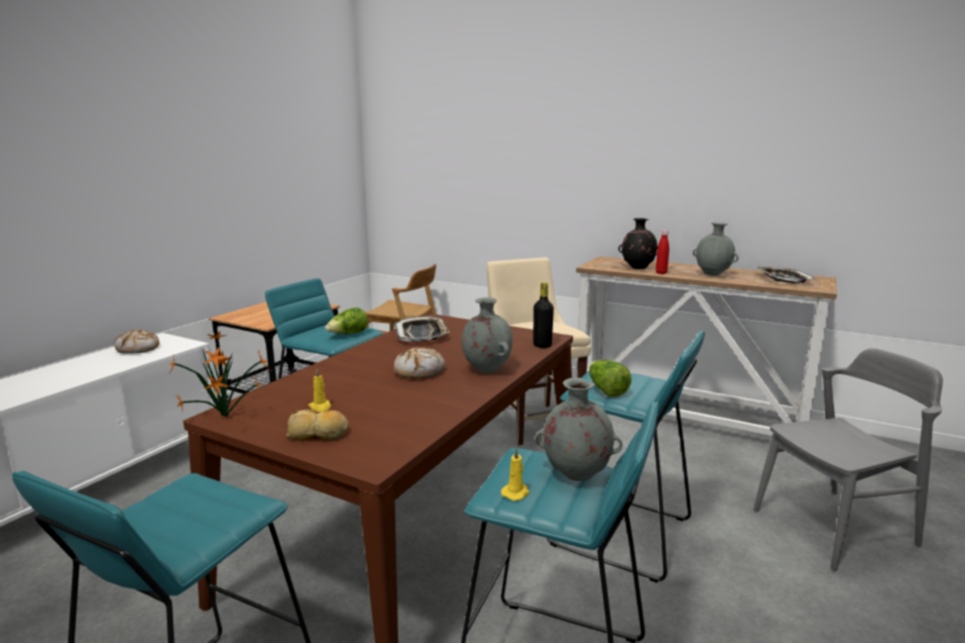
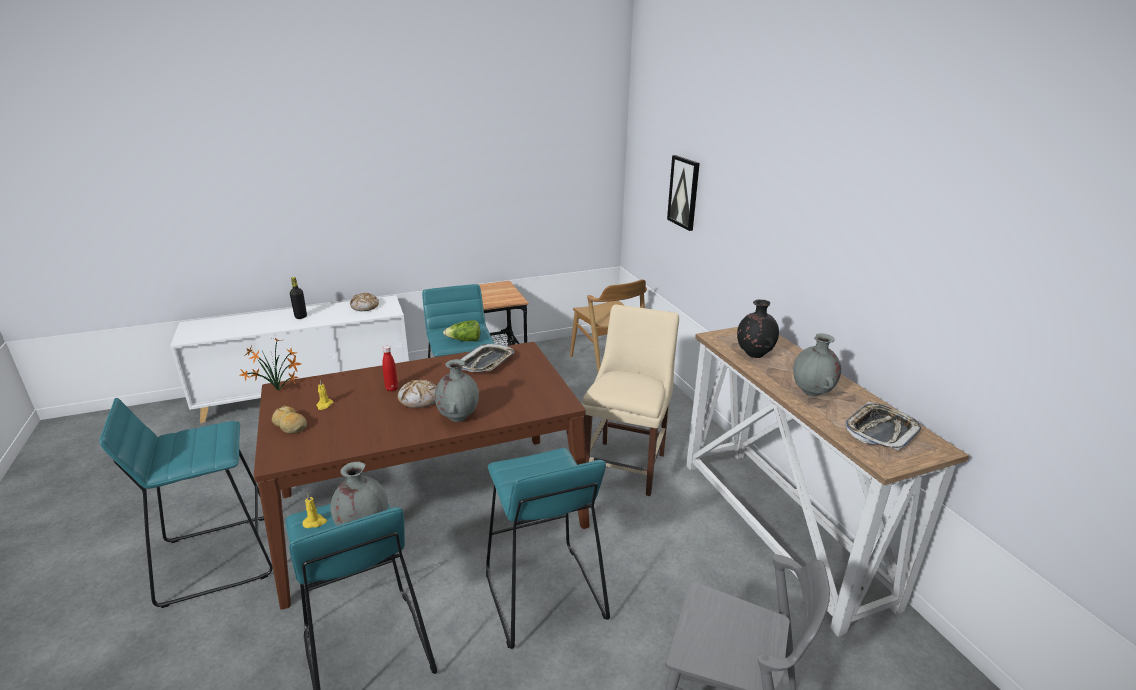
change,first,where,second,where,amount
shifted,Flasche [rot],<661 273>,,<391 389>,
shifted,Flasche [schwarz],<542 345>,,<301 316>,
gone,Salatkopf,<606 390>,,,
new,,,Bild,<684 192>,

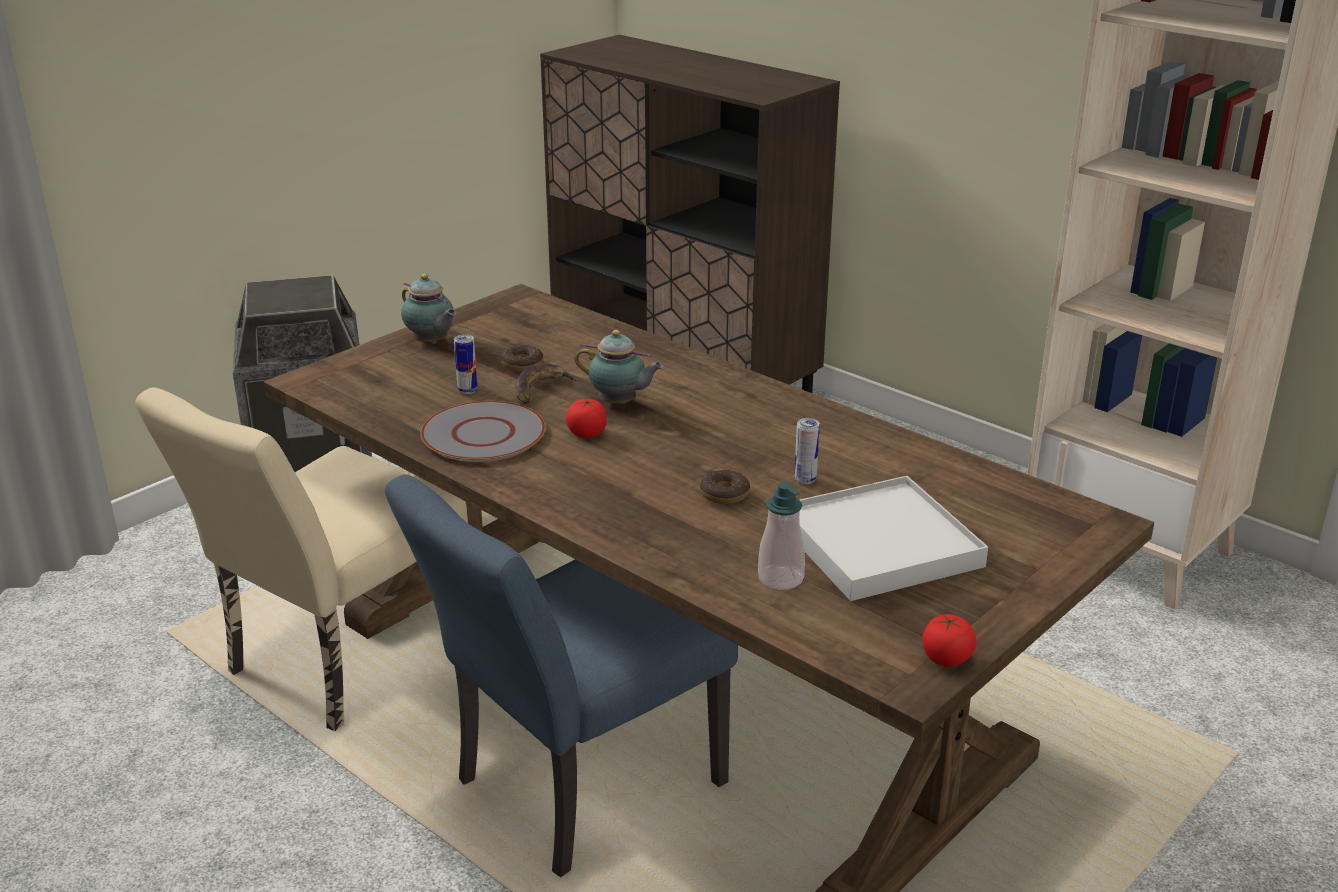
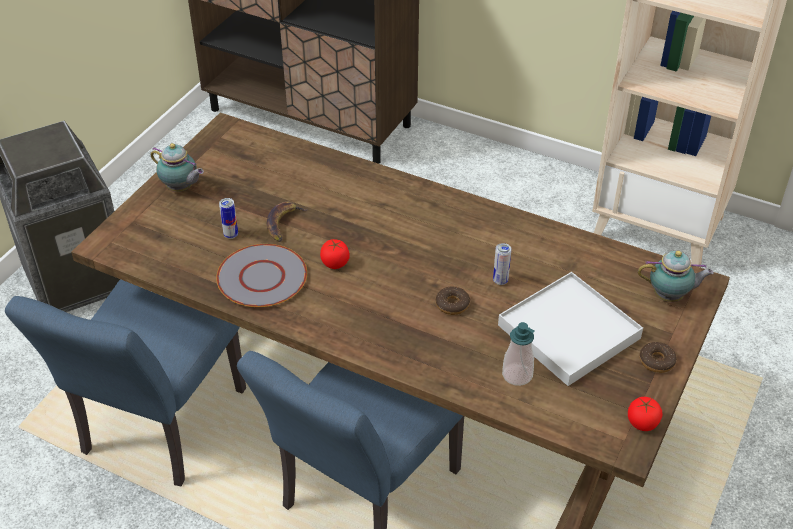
change,first,where,second,where,amount
shifted,Teekanne,<620 403>,,<670 297>,
shifted,Donut,<522 365>,,<656 361>,
repainted,Stuhl [beige],<335 665>,Stuhl [blau],<157 430>,

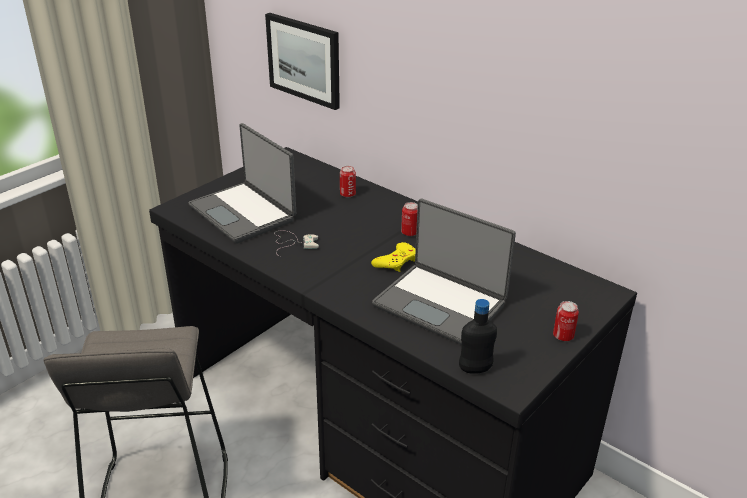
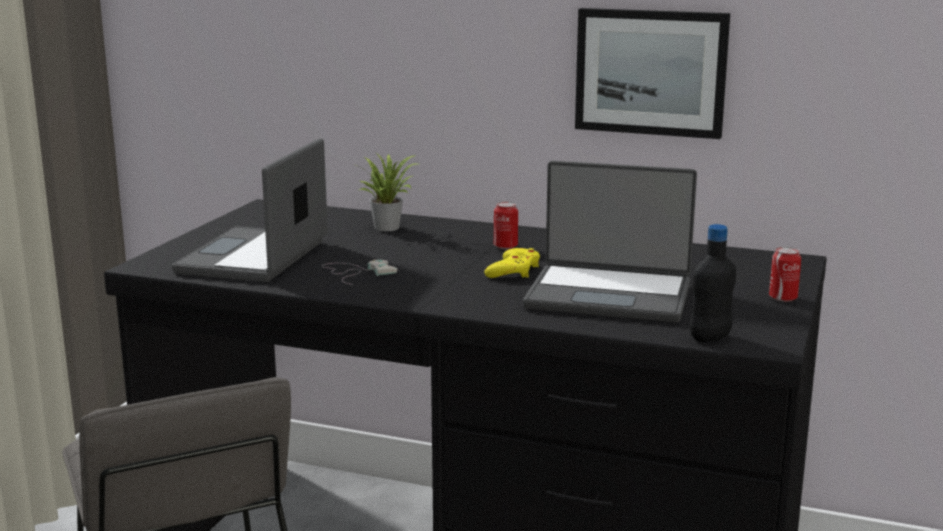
change,first,where,second,where,amount
shifted,Bild,<304 60>,,<651 72>,
rotated,Laptop,<244 213>,,<256 257>,75 degrees clockwise
swapped,Dose,<347 194>,Topfpflanze,<388 227>,

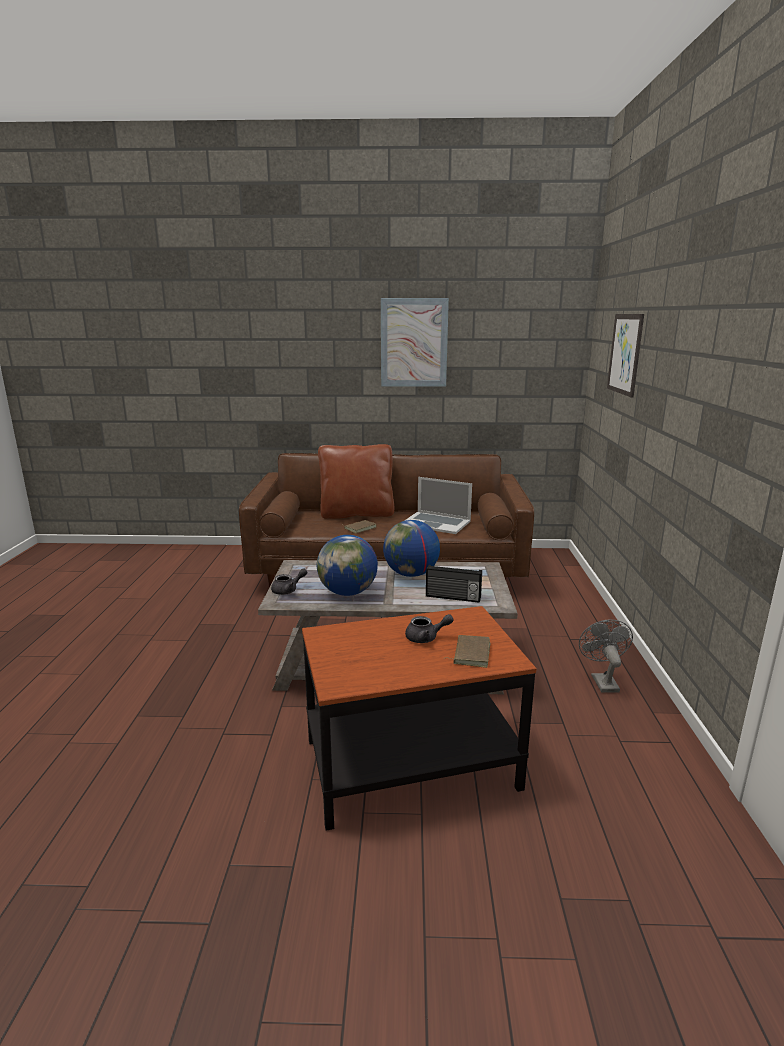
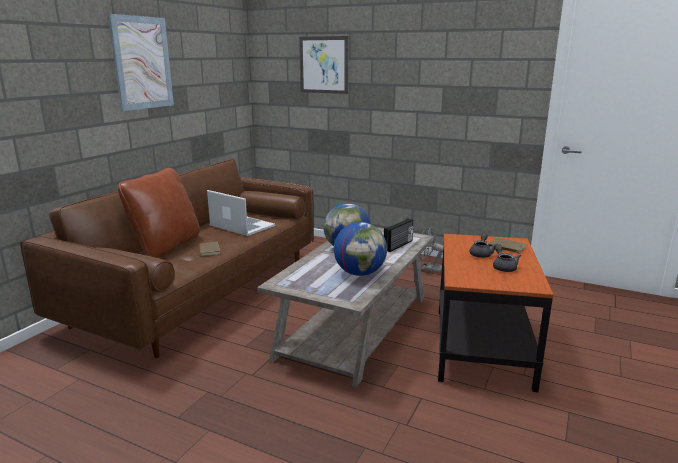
change,first,where,second,where,amount
rotated,Laptop,<436 523>,,<242 226>,105 degrees counterclockwise
shifted,Teekanne [grau],<288 590>,,<503 267>,

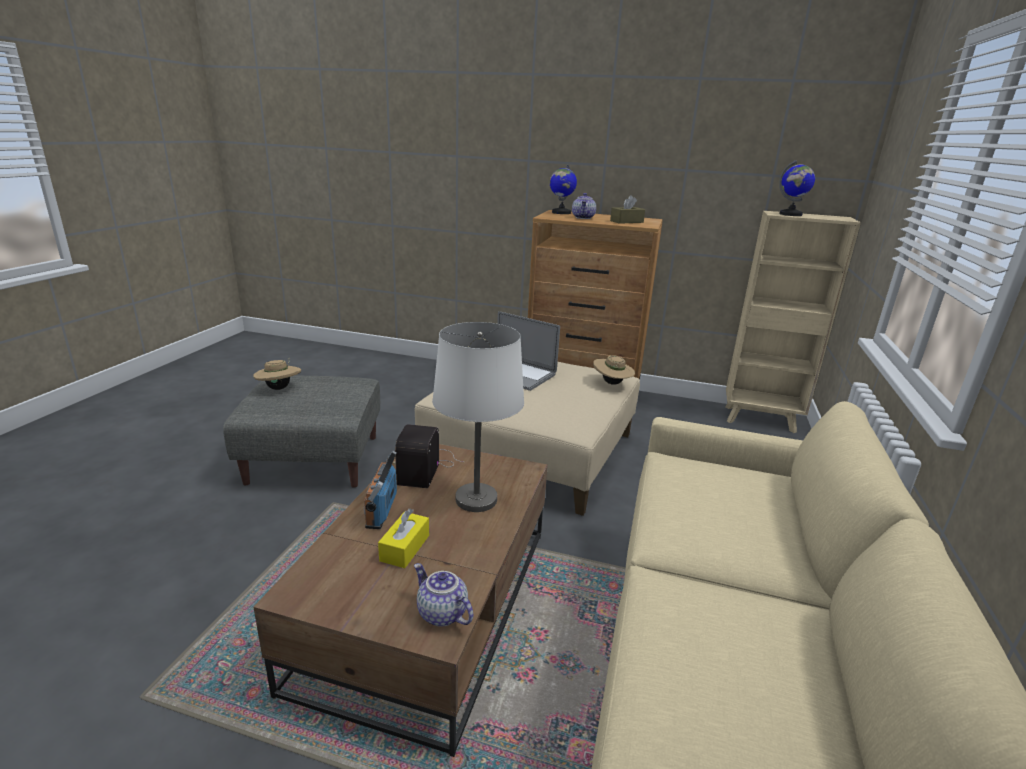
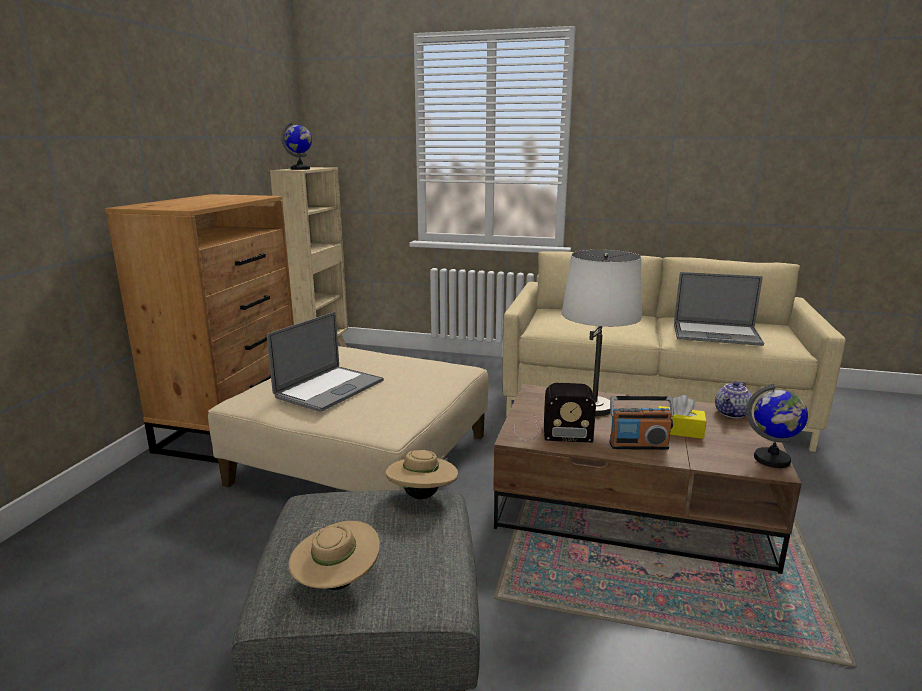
change,first,where,second,where,amount
shifted,Globus,<561 212>,,<772 460>,
gone,Teekanne,<583 218>,,,
gone,Taschentuchbox [braun],<626 222>,,,
shifted,Hut [beige],<612 383>,,<422 496>,
new,,,Laptop,<716 334>,

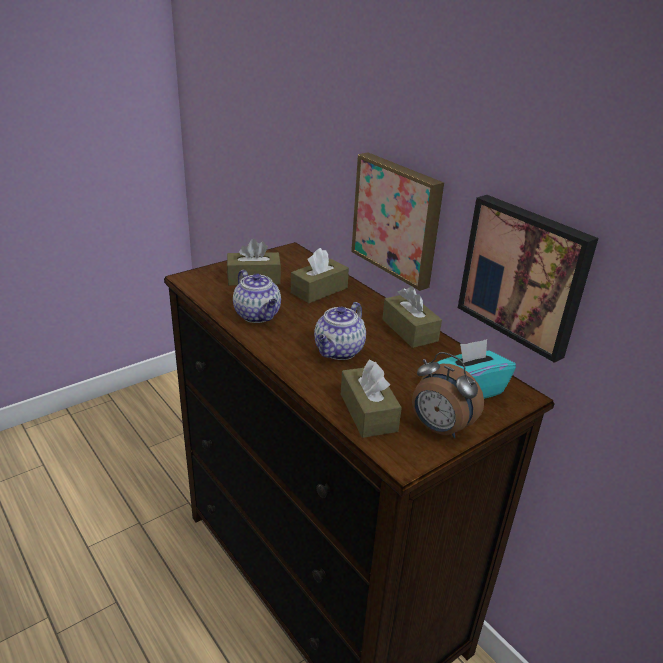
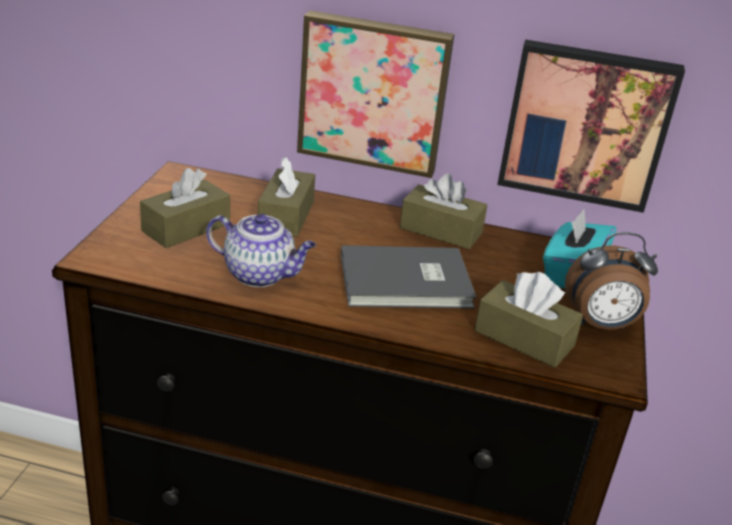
change,first,where,second,where,amount
swapped,Teekanne,<339 351>,Buch [grau],<407 283>,

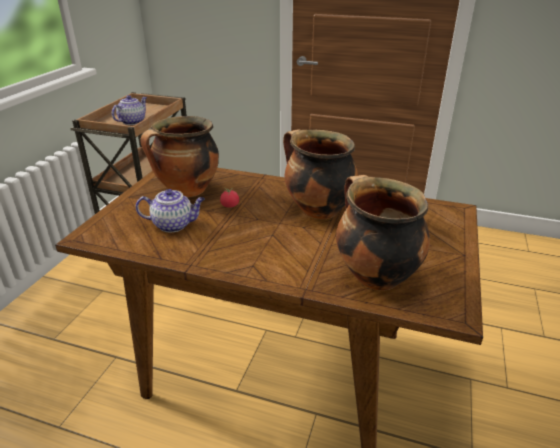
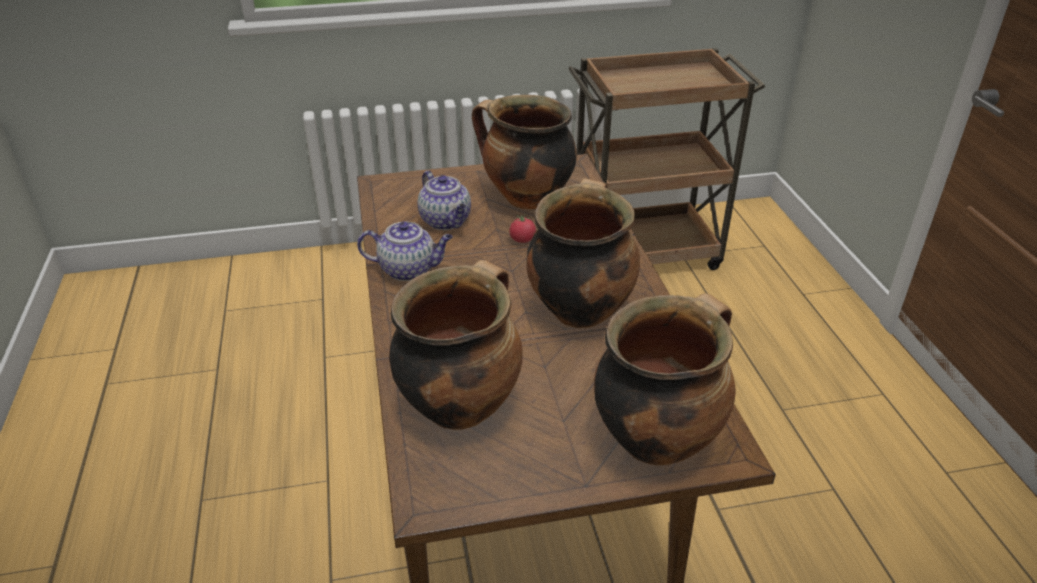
change,first,where,second,where,amount
shifted,Teekanne,<132 121>,,<409 269>,
new,,,Kochtopf,<657 438>,

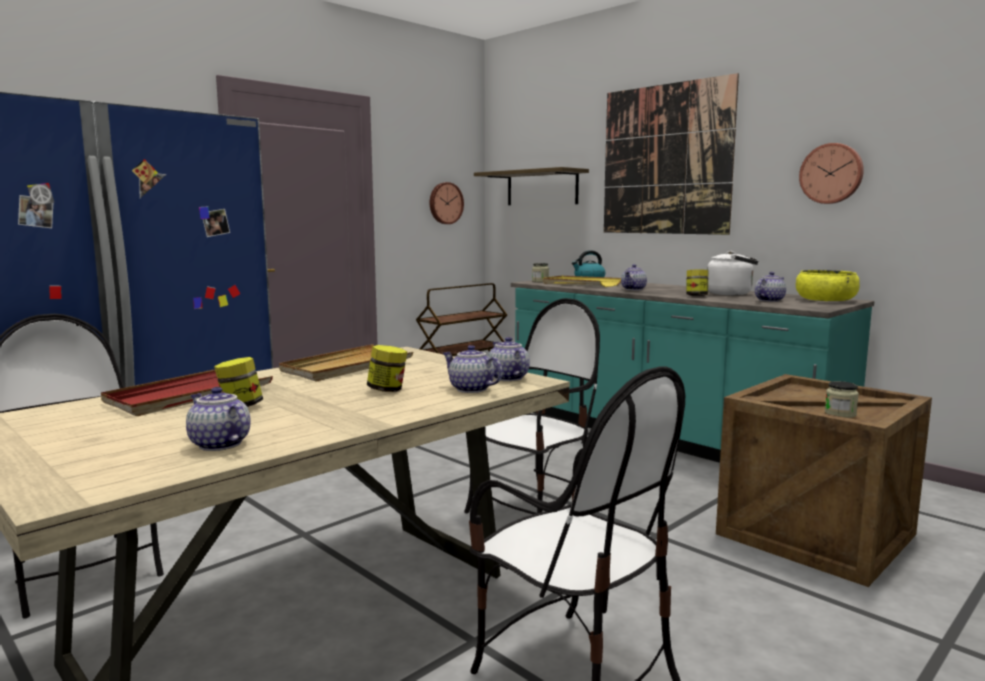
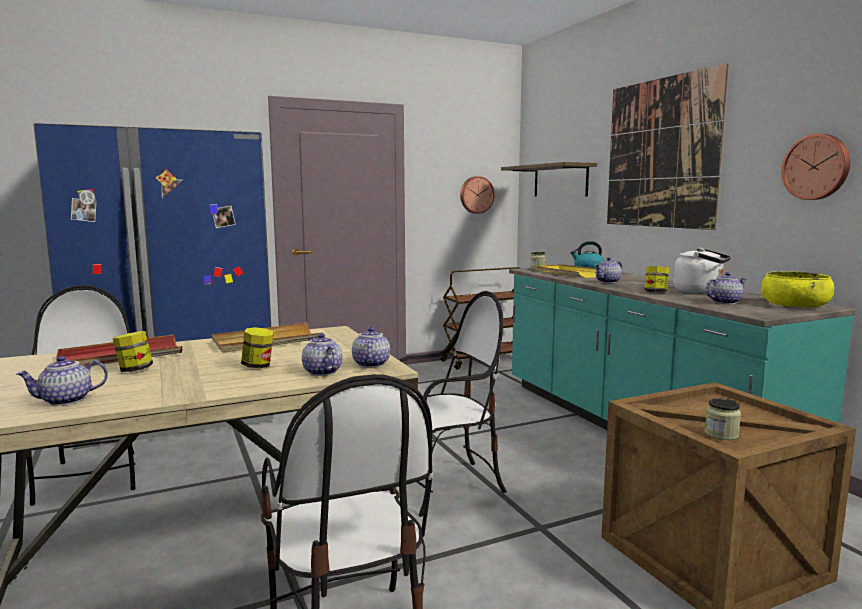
change,first,where,second,where,amount
rotated,Teekanne,<218 445>,,<65 401>,90 degrees counterclockwise

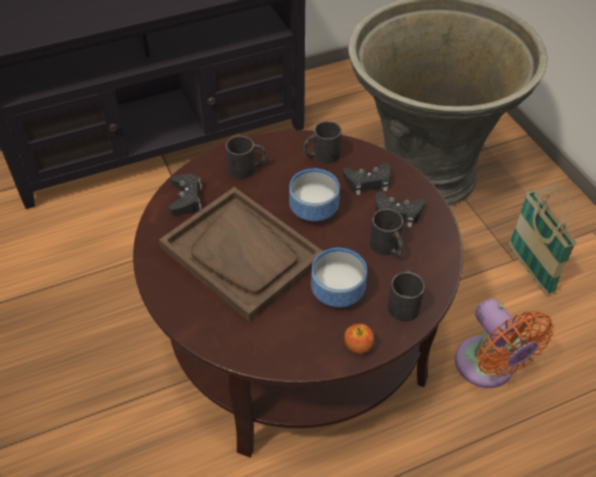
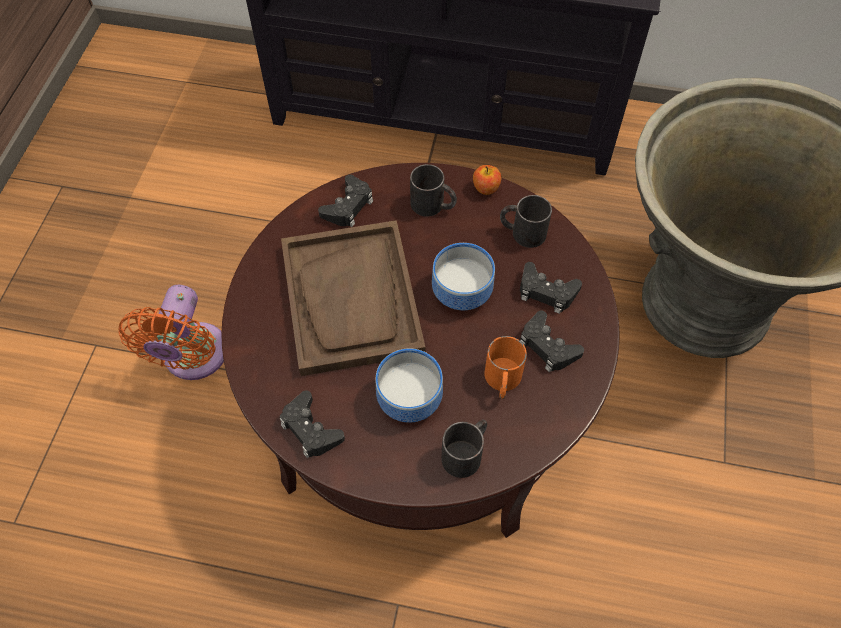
change,first,where,second,where,amount
gone,Korb,<530 269>,,,
repainted,Henkelbecher [schwarz],<388 248>,Henkelbecher [orange],<502 381>,
shifted,Ventilator [orange],<488 368>,,<193 358>,
shifted,Apfel,<358 346>,,<486 188>,
new,,,Gamepad [schwarz],<310 429>,

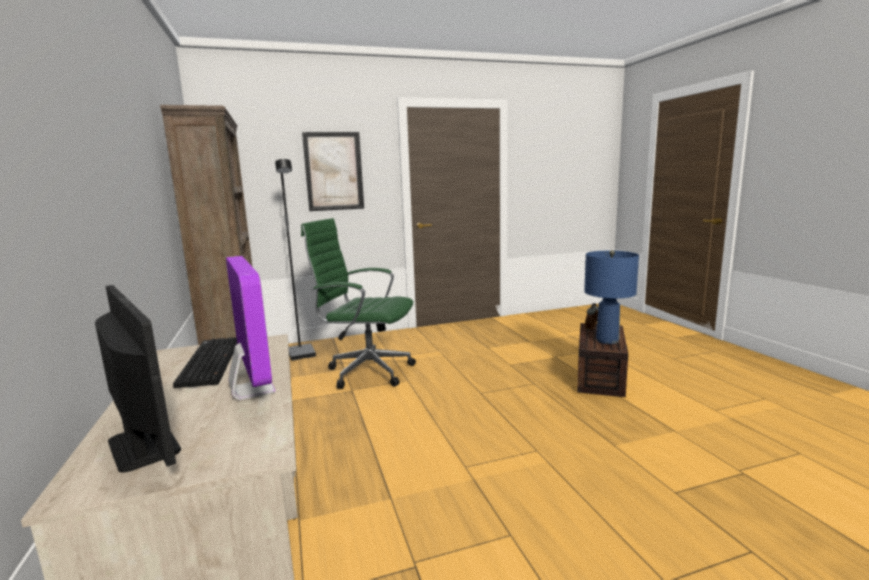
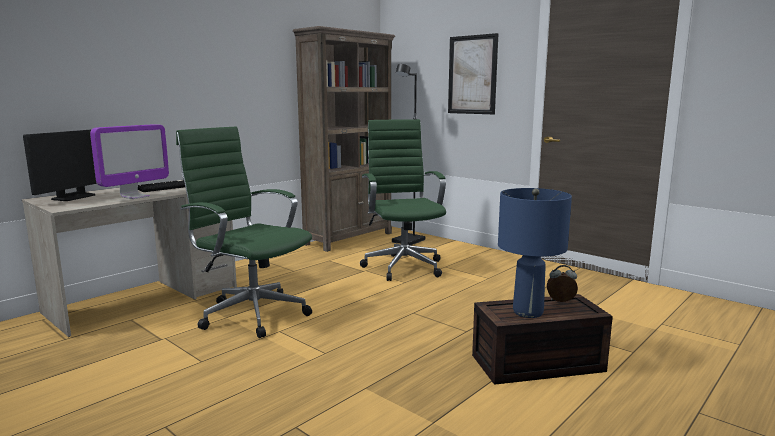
change,first,where,second,where,amount
new,,,Bürostuhl [grün],<251 314>,

